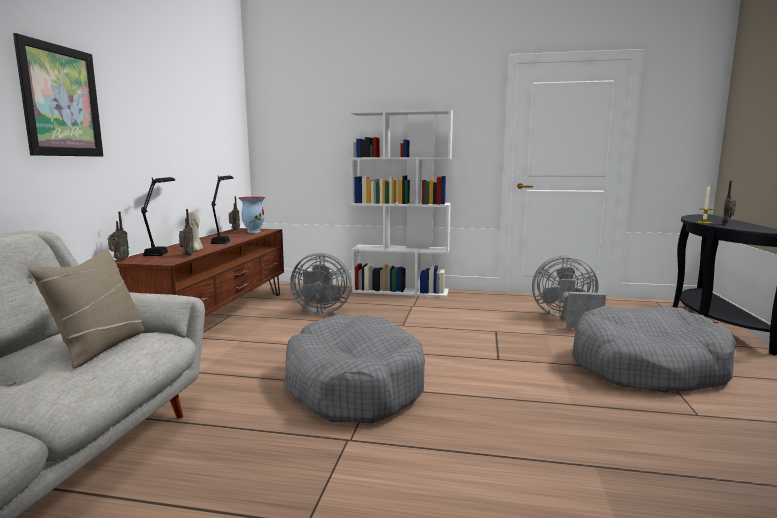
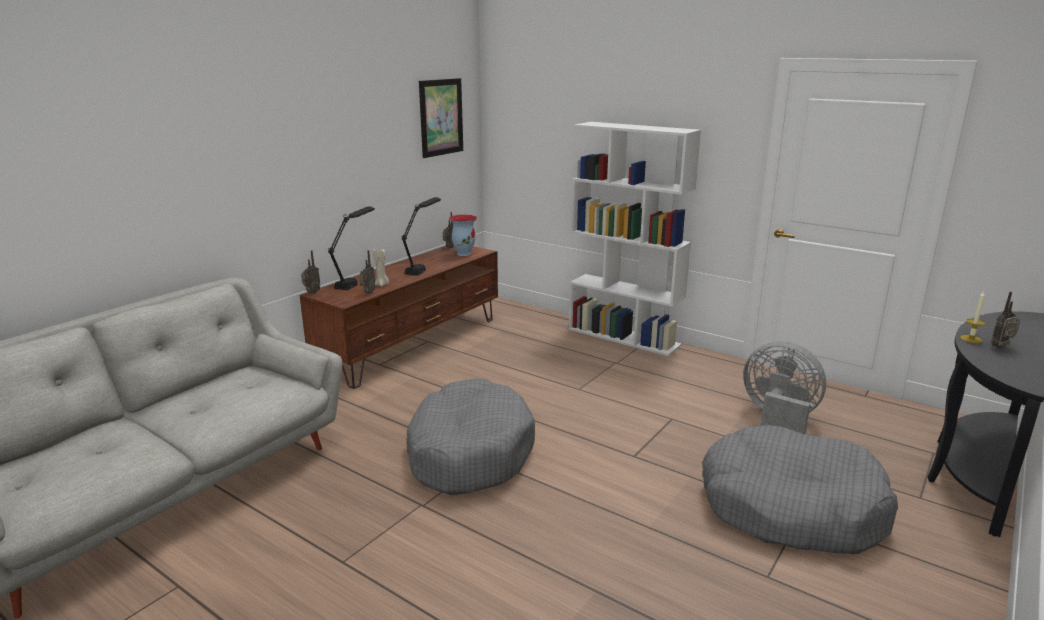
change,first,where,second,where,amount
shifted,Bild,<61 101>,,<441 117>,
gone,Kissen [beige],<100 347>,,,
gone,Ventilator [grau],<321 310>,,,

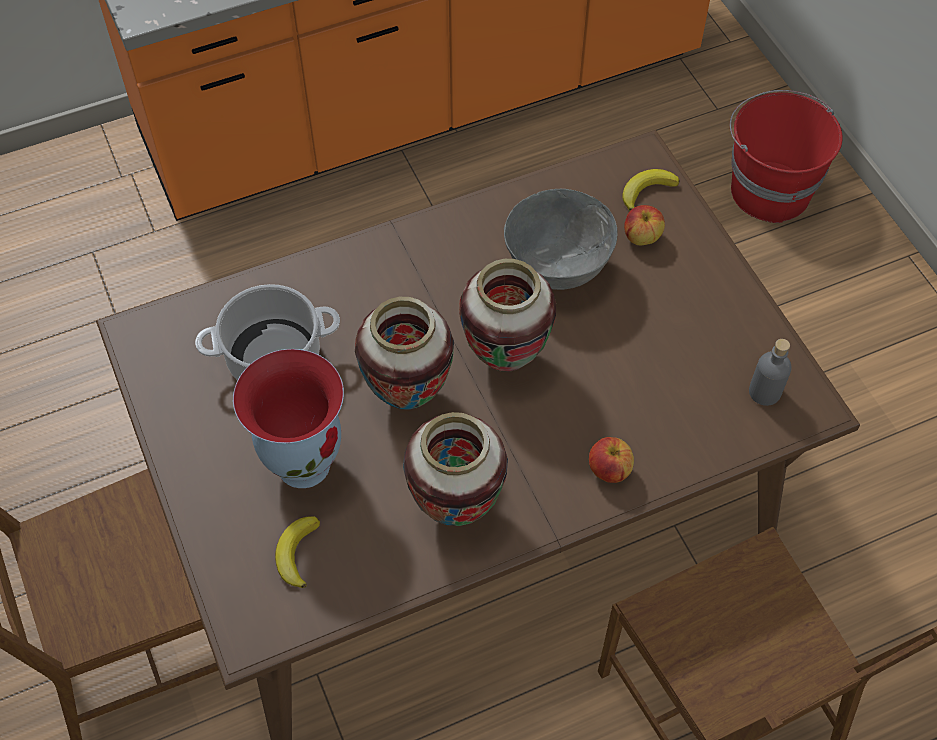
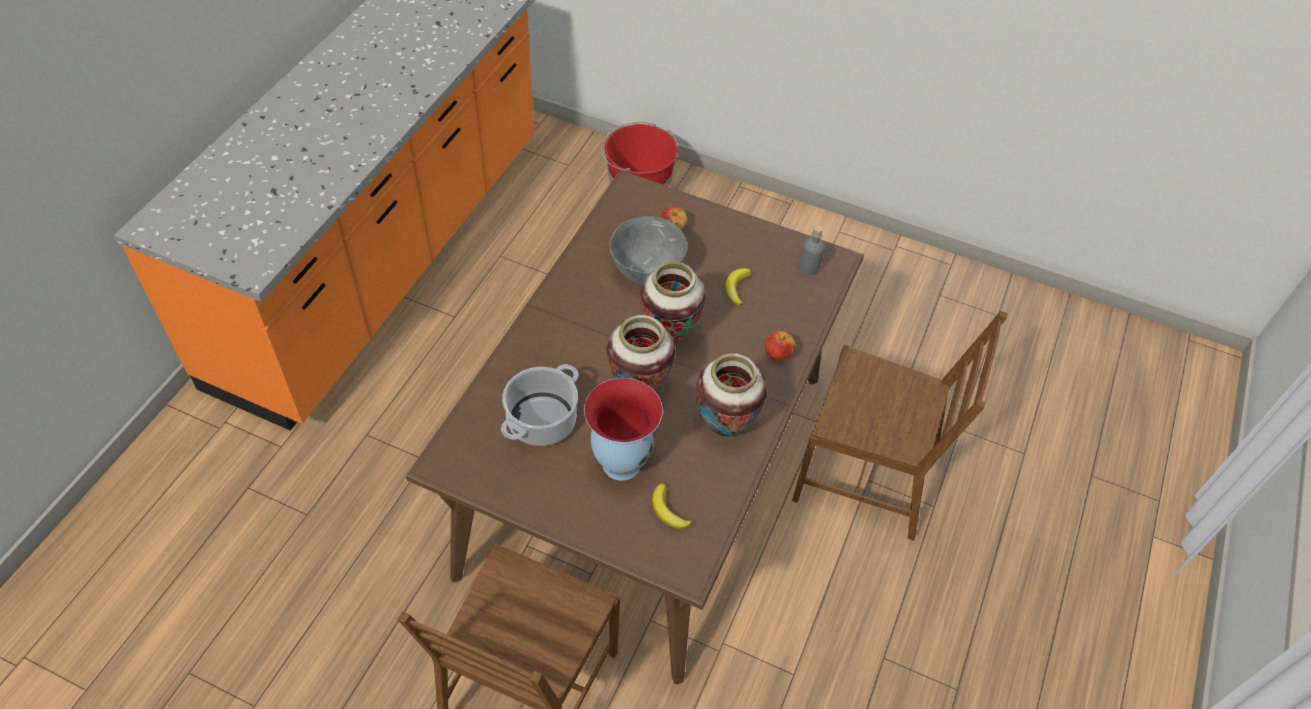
change,first,where,second,where,amount
shifted,Banane,<646 191>,,<736 288>,

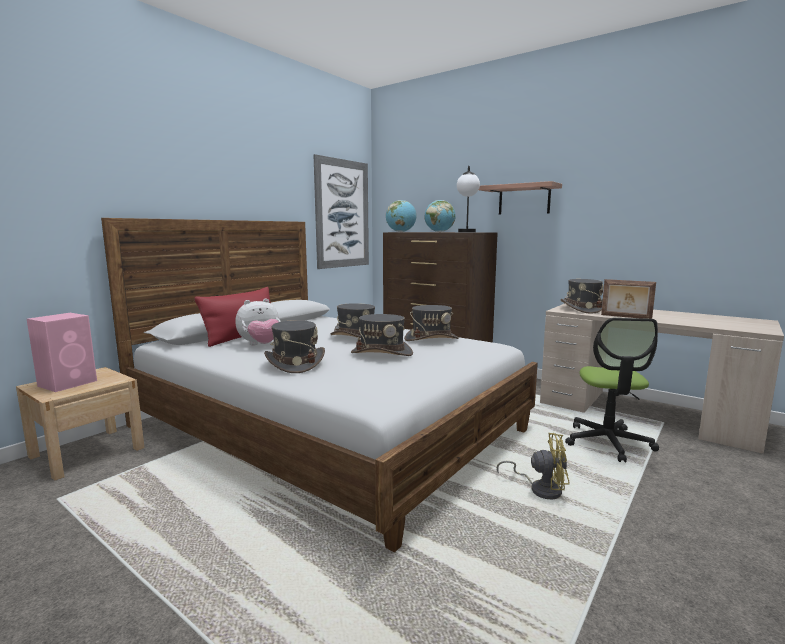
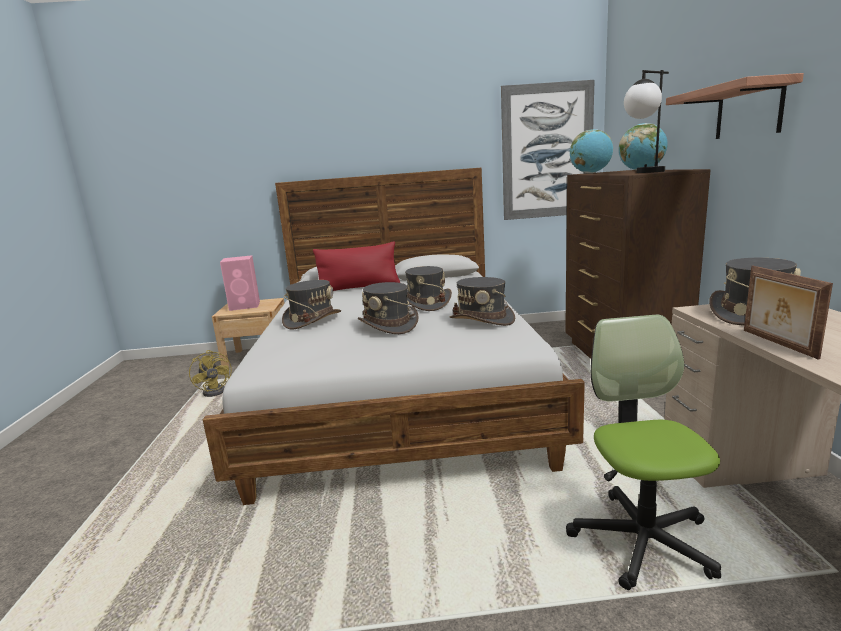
change,first,where,second,where,amount
gone,Plüschtier,<260 345>,,,
rotated,Bürostuhl,<608 442>,,<642 540>,120 degrees clockwise
shifted,Ventilator [gelb],<540 489>,,<217 390>,

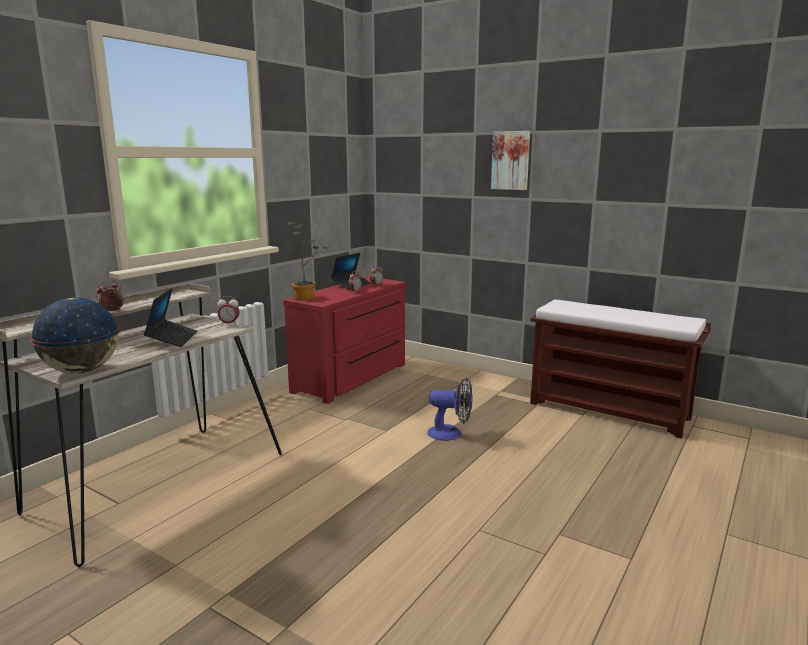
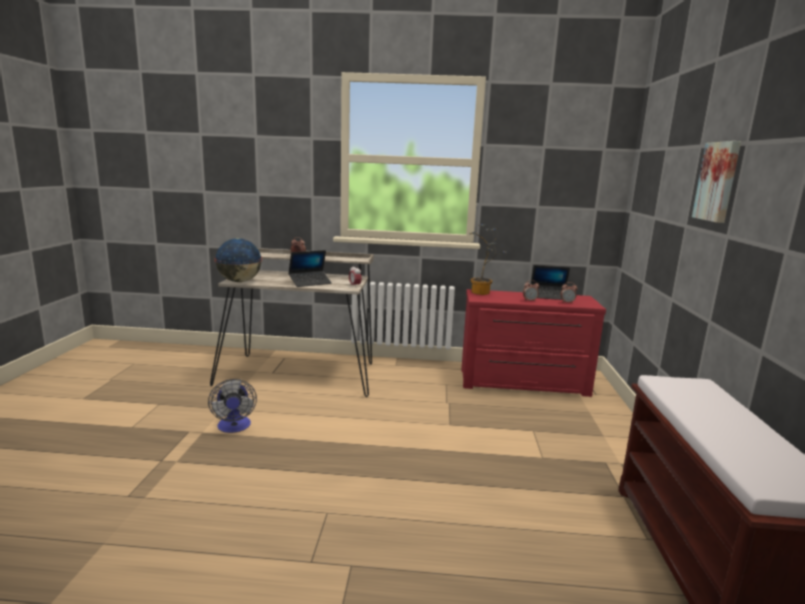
change,first,where,second,where,amount
shifted,Ventilator,<451 433>,,<234 427>,

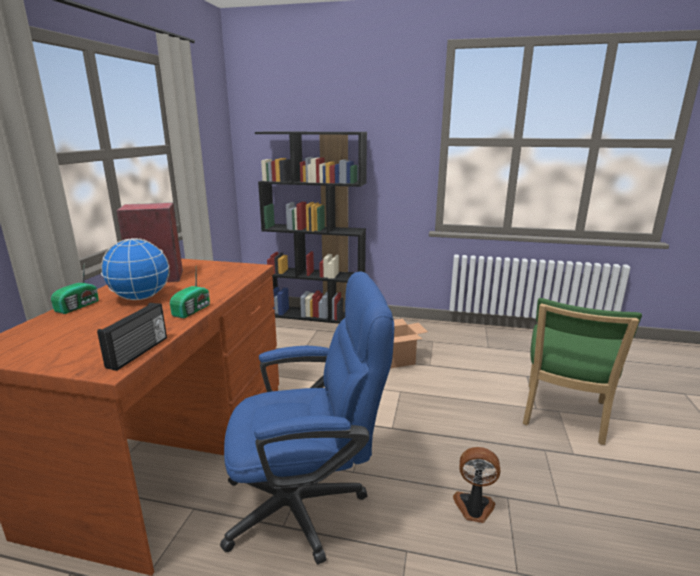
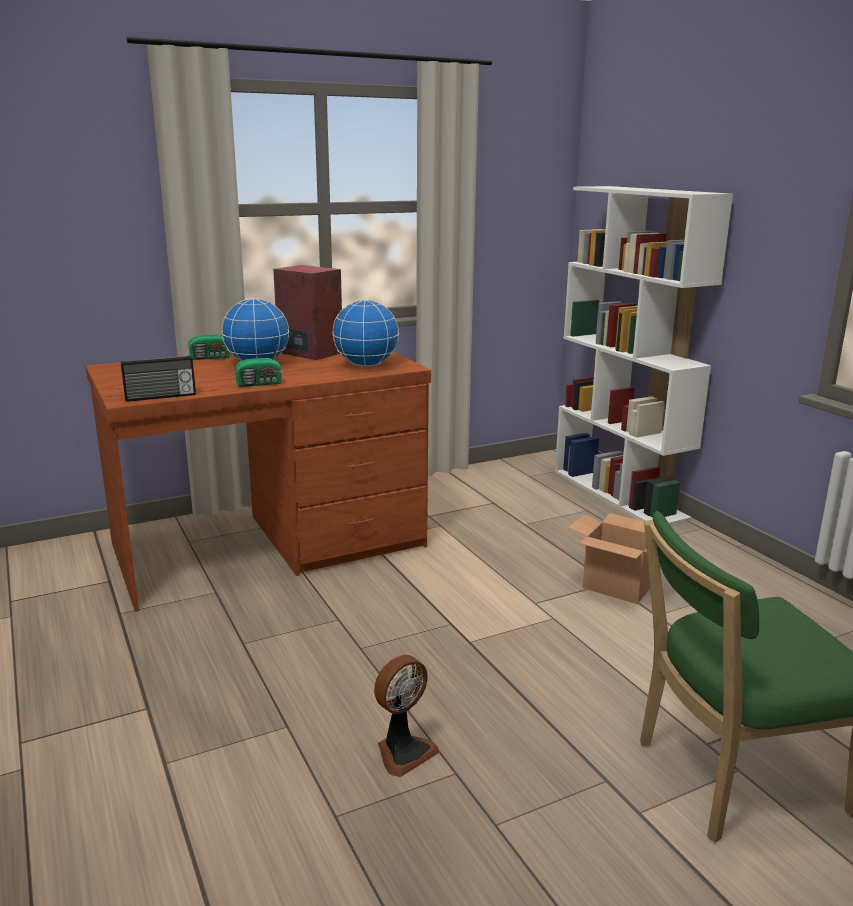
change,first,where,second,where,amount
repainted,Bücherregal [schwarz],<317 315>,Bücherregal [weiß],<619 494>,
gone,Bürostuhl [blau],<307 504>,,,
rotated,Ventilator,<474 508>,,<403 751>,75 degrees clockwise
new,,,Globus,<366 365>,

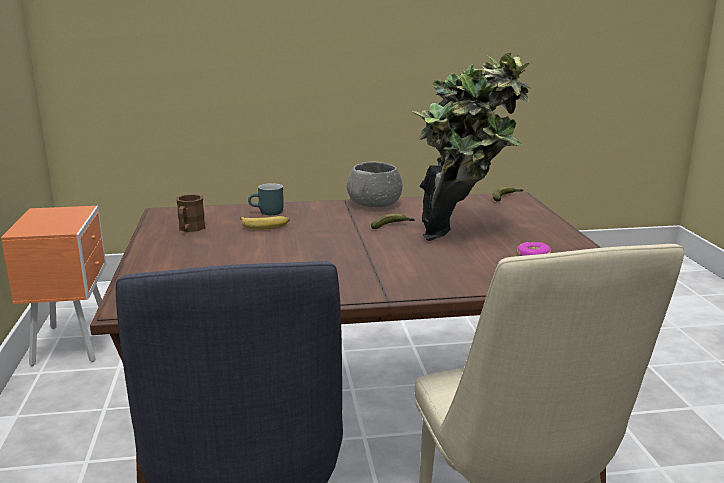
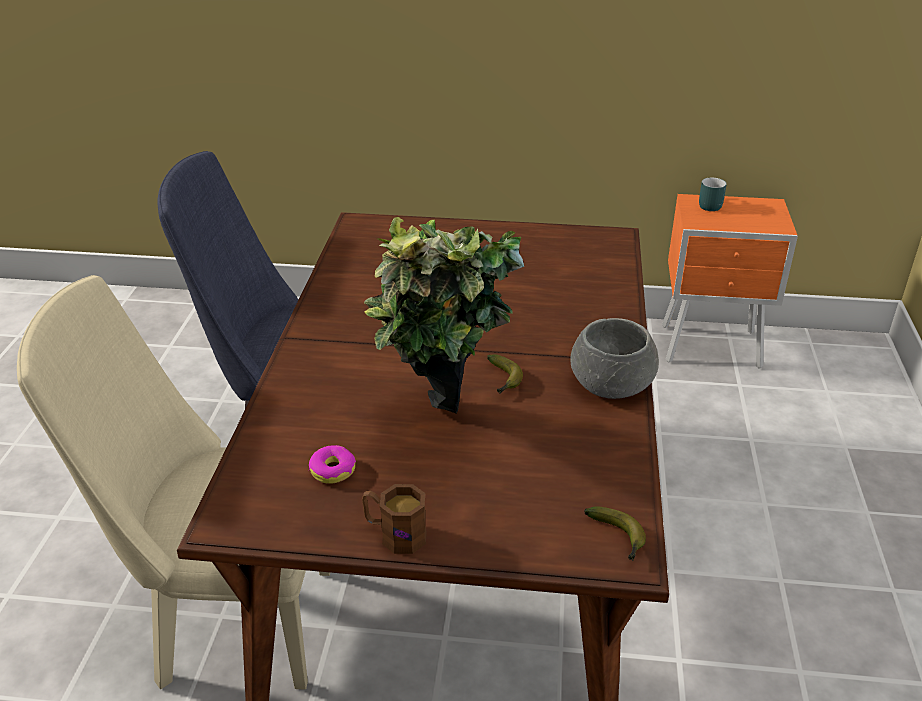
change,first,where,second,where,amount
shifted,Henkelbecher [türkis],<267 213>,,<707 205>,
shifted,Henkelbecher [braun],<189 229>,,<394 534>,
gone,Banane,<265 226>,,,

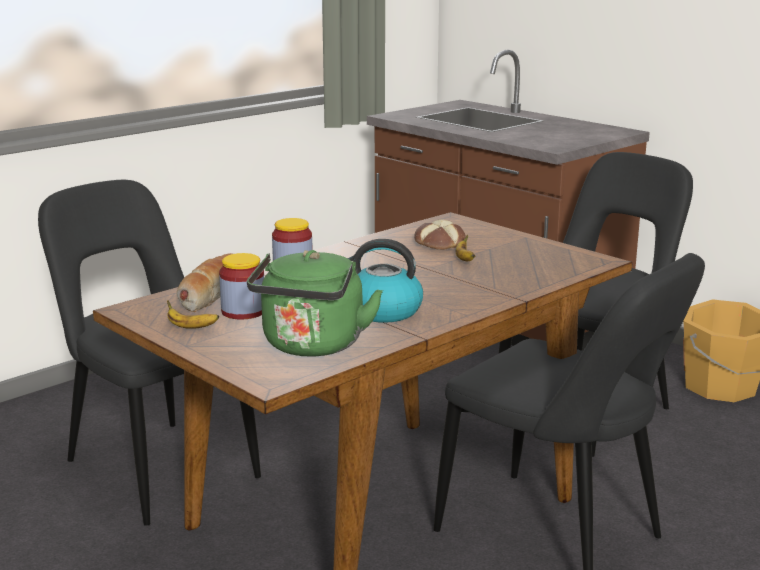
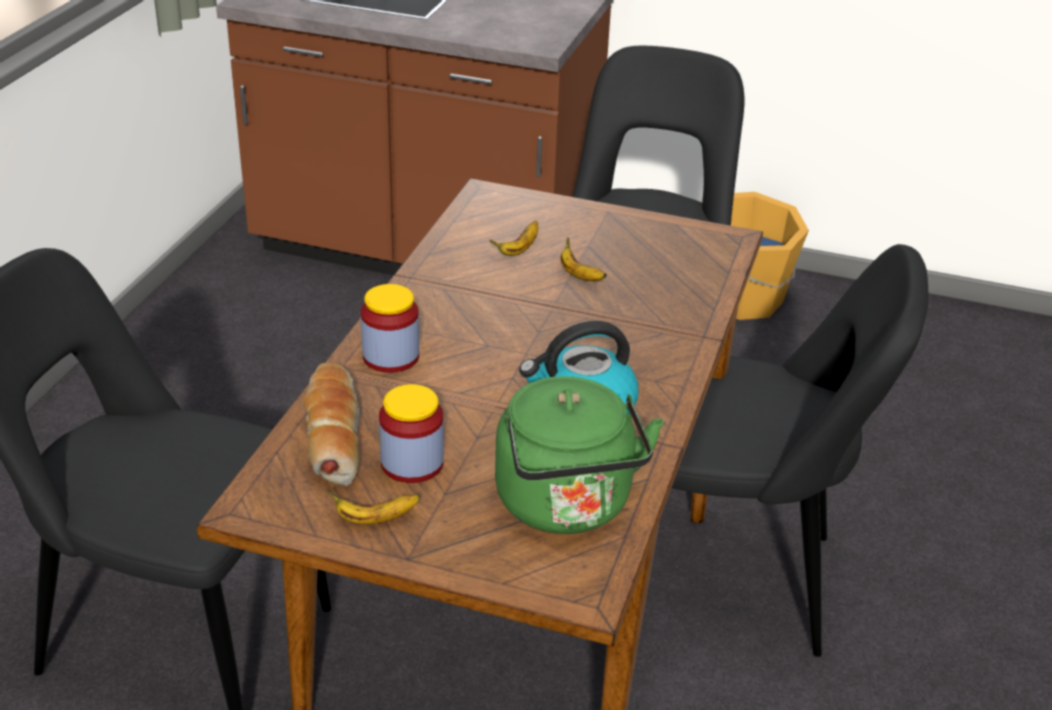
change,first,where,second,where,amount
swapped,Brot,<439 243>,Banane,<519 250>,

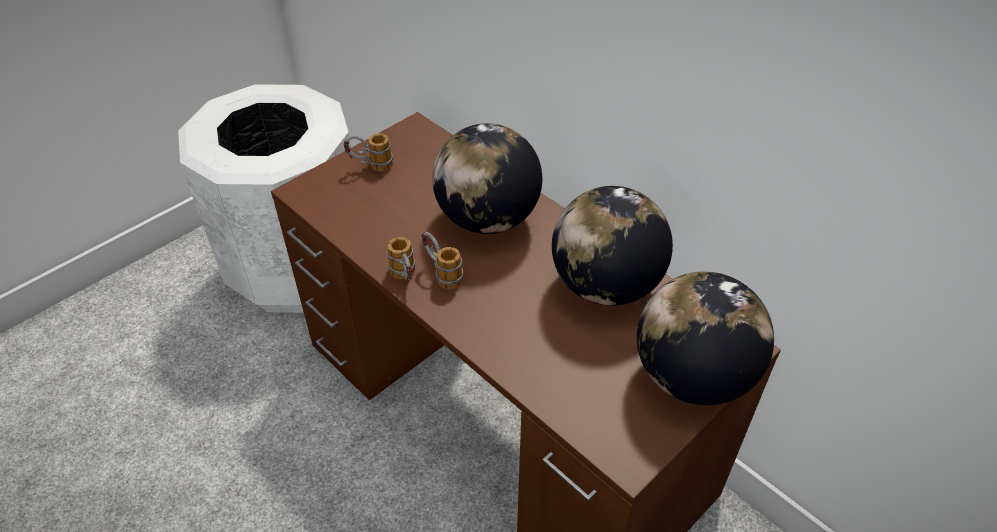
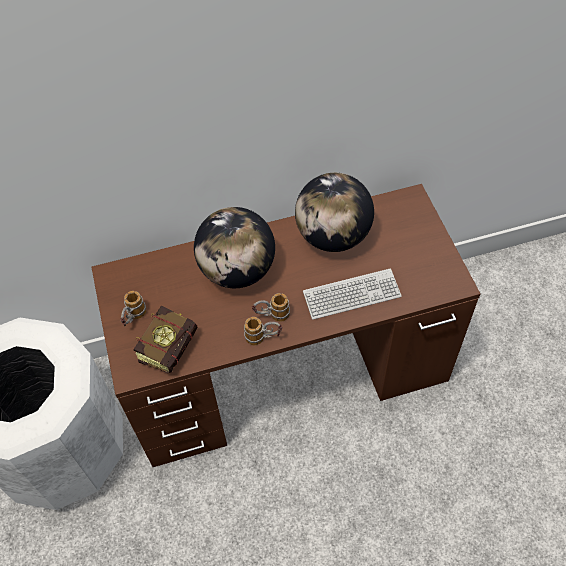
change,first,where,second,where,amount
gone,Globus,<692 376>,,,
new,,,Tastatur,<351 295>,
new,,,Buch,<172 344>,

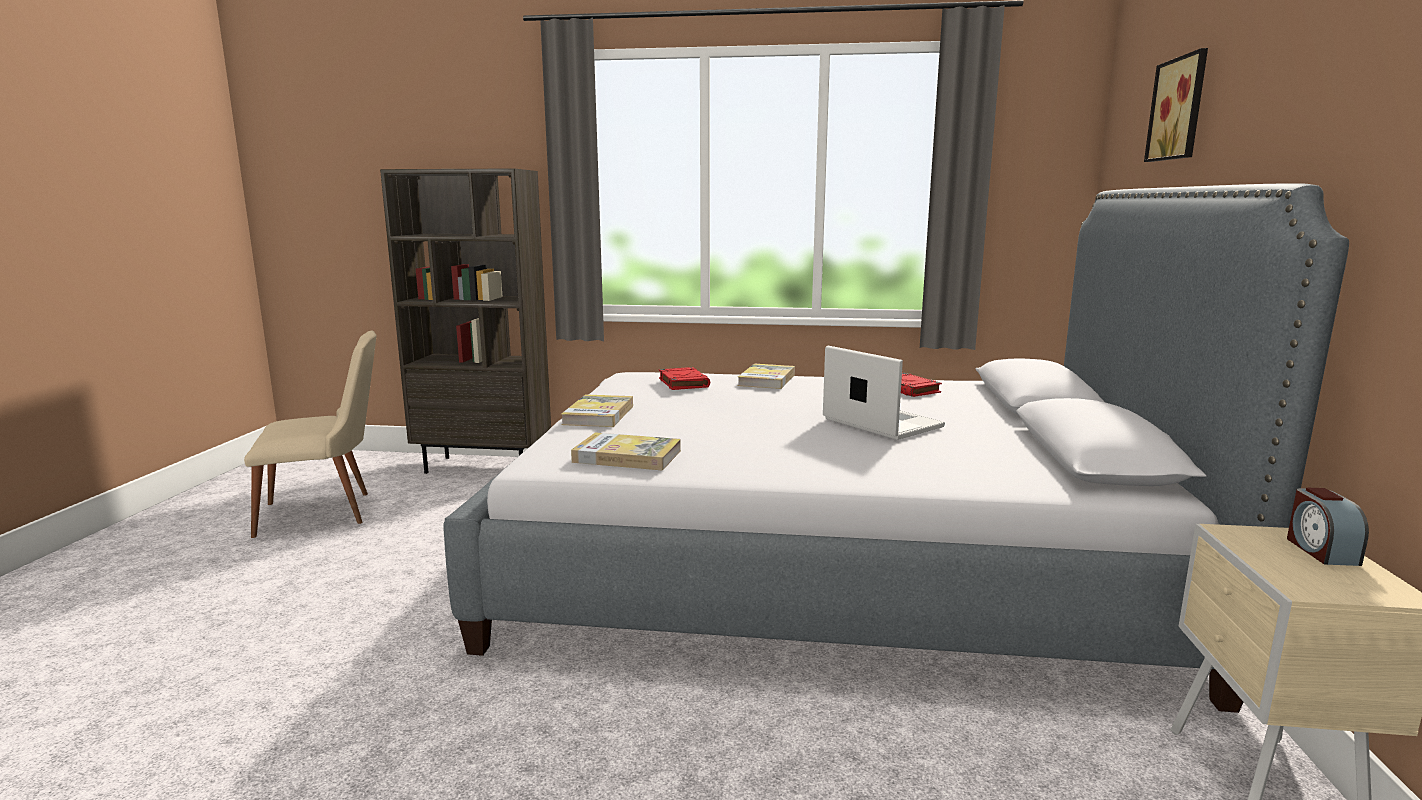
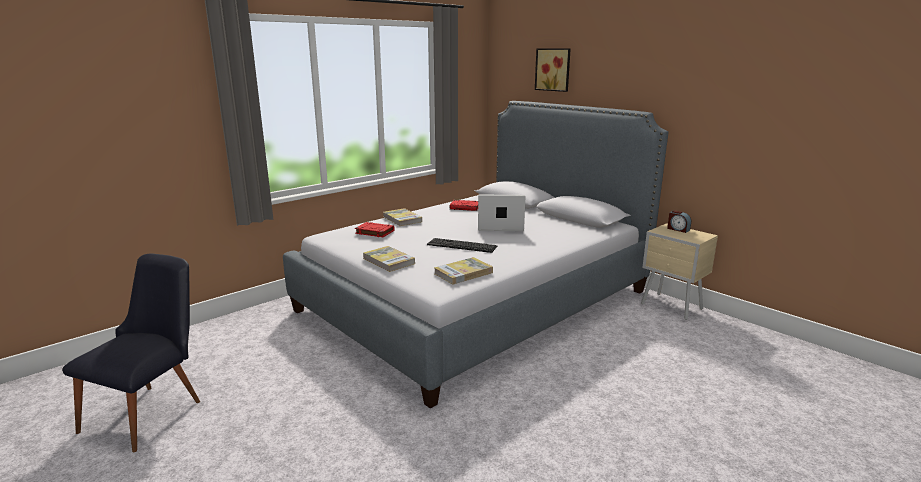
change,first,where,second,where,amount
gone,Bücherregal [braun],<485 467>,,,
repainted,Stuhl [beige],<327 513>,Stuhl [schwarz],<152 410>,
new,,,Tastatur,<462 245>,

